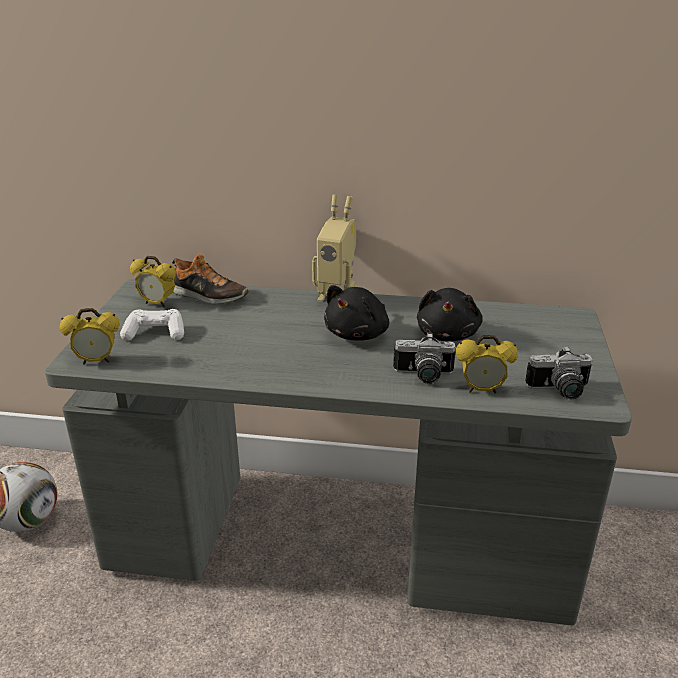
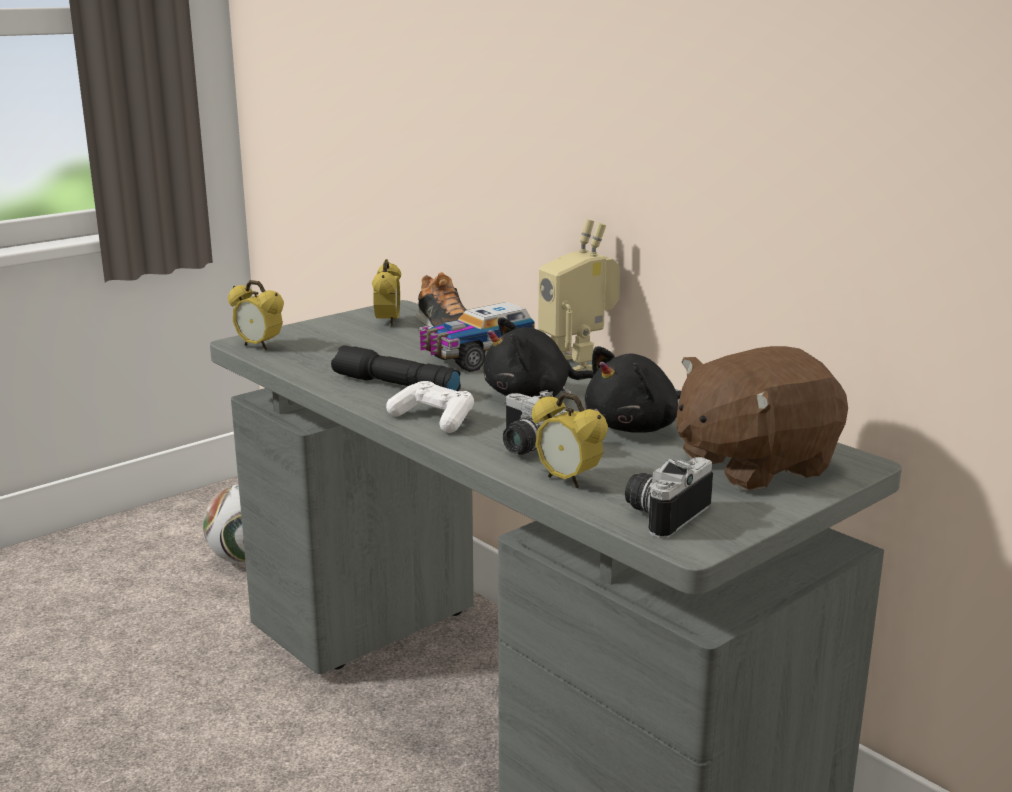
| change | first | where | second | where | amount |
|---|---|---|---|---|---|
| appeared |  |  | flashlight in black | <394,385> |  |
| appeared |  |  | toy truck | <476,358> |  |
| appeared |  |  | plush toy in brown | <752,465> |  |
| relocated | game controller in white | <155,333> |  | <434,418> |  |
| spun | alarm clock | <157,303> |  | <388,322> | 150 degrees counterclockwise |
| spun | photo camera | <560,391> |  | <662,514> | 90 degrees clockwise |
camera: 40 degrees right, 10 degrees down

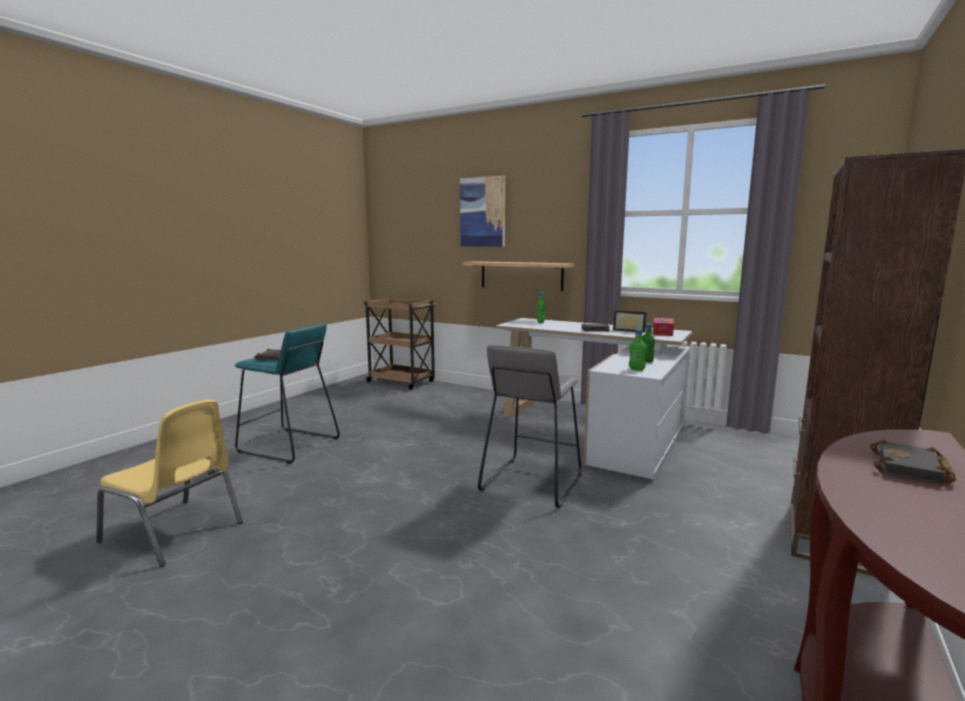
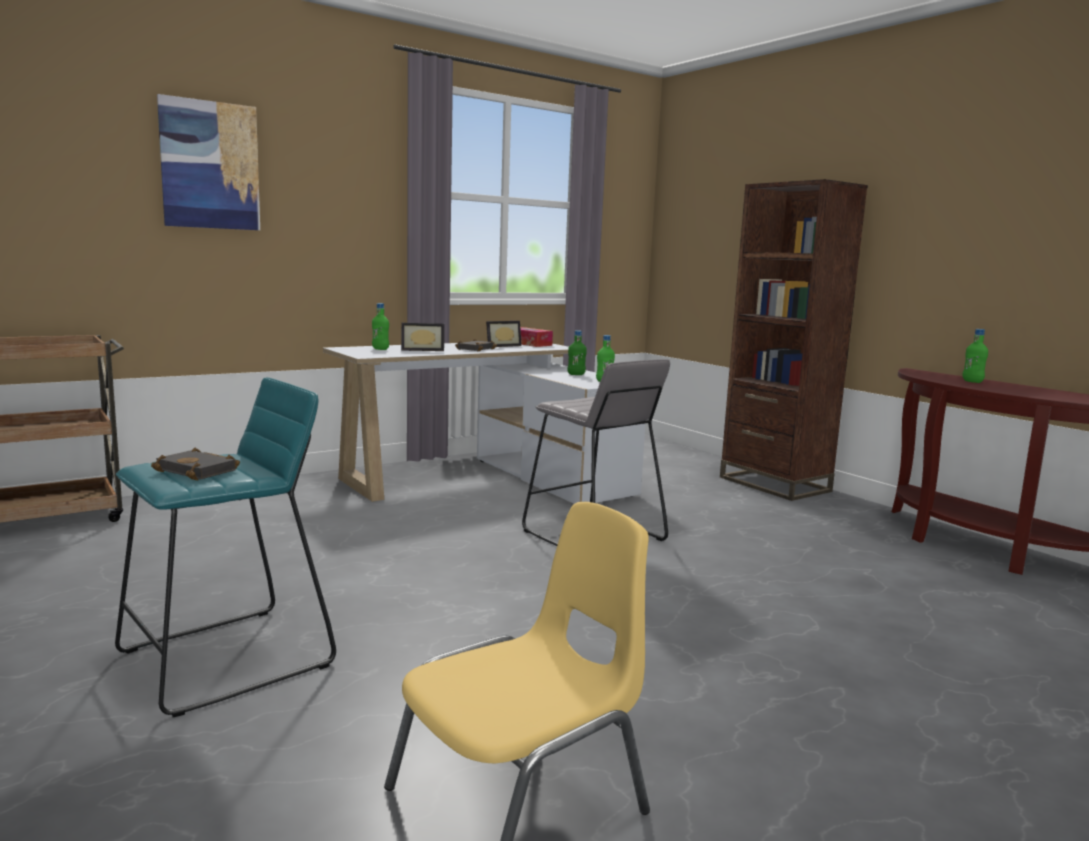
| change | first | where | second | where | amount |
|---|---|---|---|---|---|
| missing | shelf | <521,275> |  |  |  |
| appeared |  |  | picture frame | <422,350> |  |
| exchanged | book in black | <912,469> | bottle in green | <972,381> |  |
camera: 65 degrees left, 0 degrees up

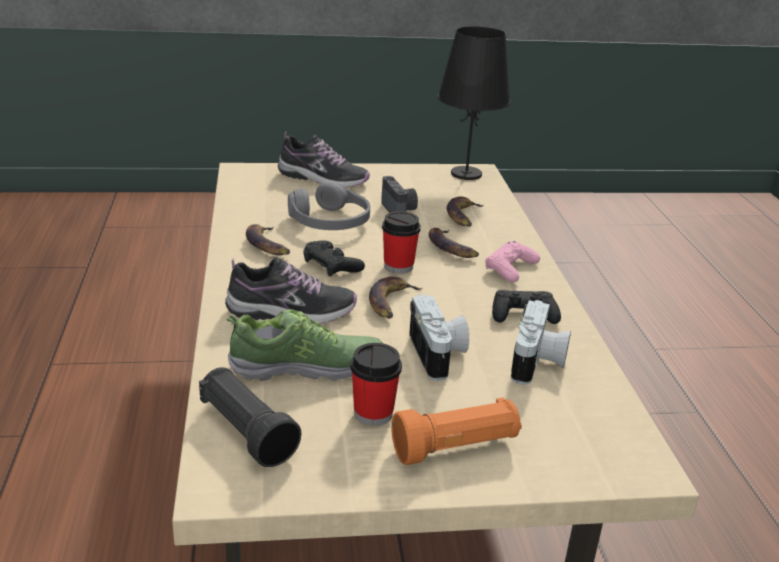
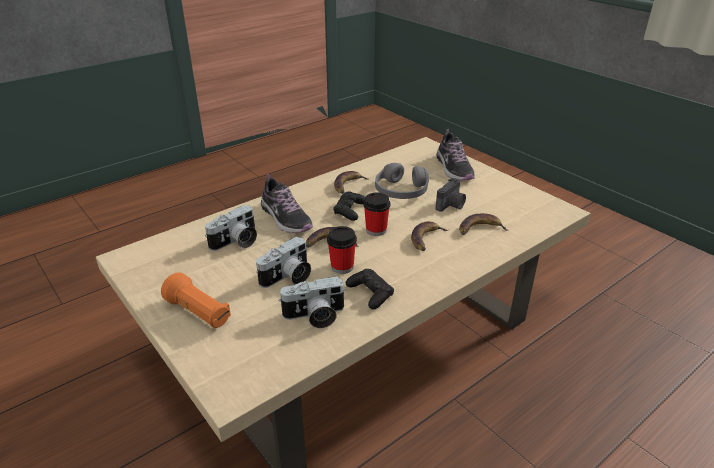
| change | first | where | second | where | amount |
|---|---|---|---|---|---|
| missing | flashlight in black | <246,432> |  |  |  |
| missing | table lamp in black | <466,174> |  |  |  |
| missing | game controller in pink | <510,268> |  |  |  |
| relocated | cup | <373,413> |  | <342,267> |  |
| exchanged | shoe | <306,367> | photo camera | <236,242> |  |
camera: 60 degrees right, 5 degrees up

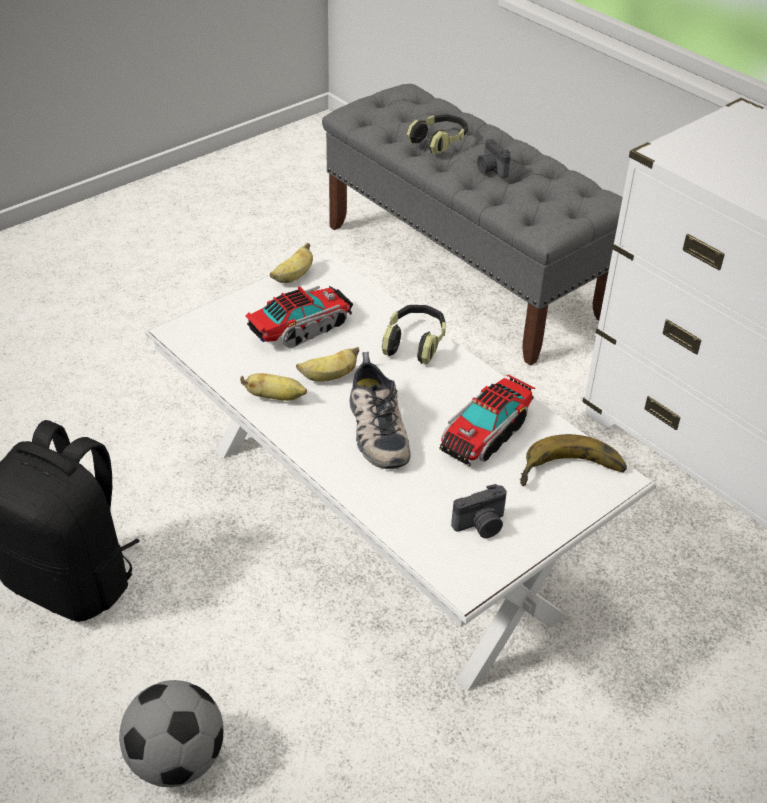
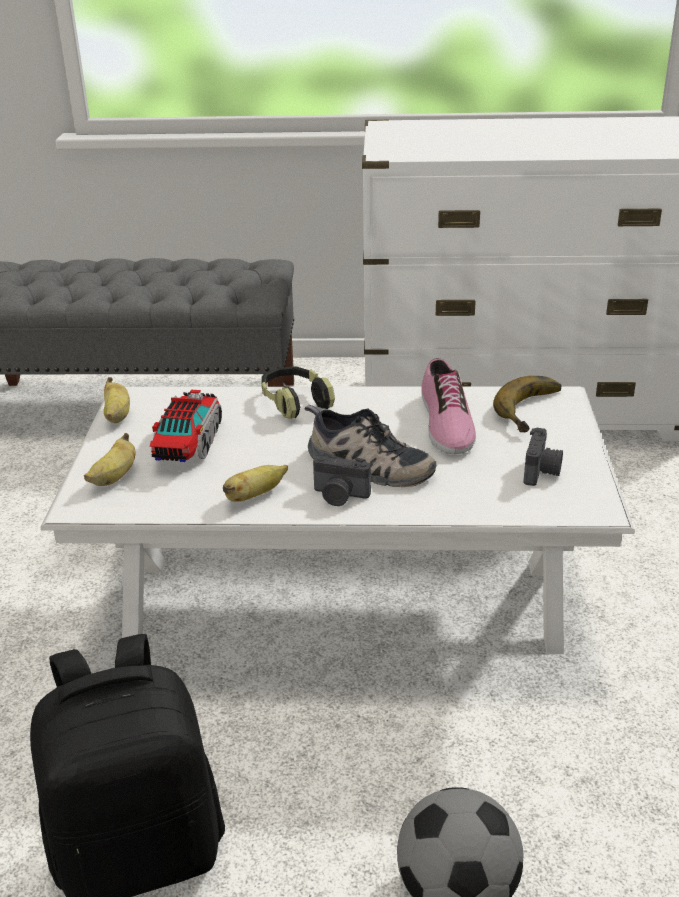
| change | first | where | second | where | amount |
|---|---|---|---|---|---|
| missing | headphones | <439,142> |  |  |  |
| relocated | banana | <328,377> |  | <114,477> |  |
| relocated | photo camera | <490,170> |  | <339,496> |  |
| exchanged | toy truck | <485,434> | shoe | <444,423> |  |
camera: 45 degrees left, 10 degrees down

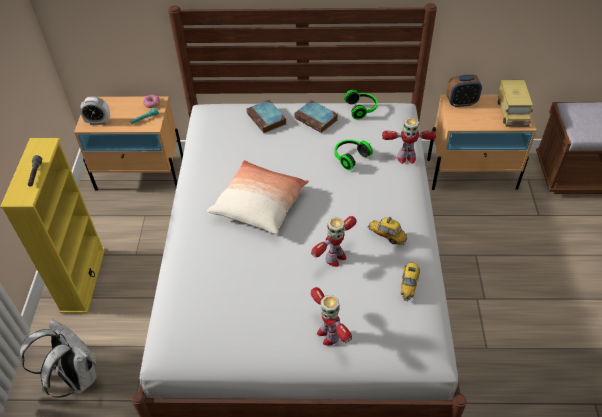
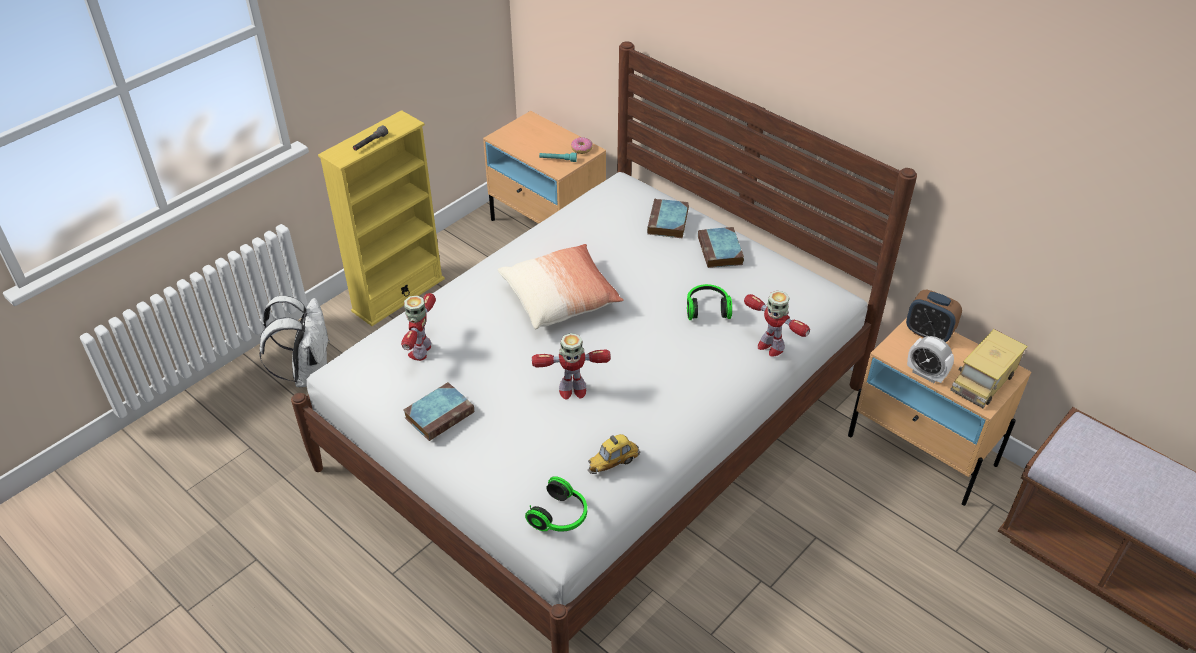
| change | first | where | second | where | amount |
|---|---|---|---|---|---|
| missing | toy car | <386,236> |  |  |  |
| appeared |  |  | book | <440,414> |  |
| relocated | alarm clock | <98,122> |  | <925,374> |  |
| relocated | toy robot | <328,334> |  | <421,350> |  |
| relocated | headphones | <361,109> |  | <561,516> |  |
camera: 40 degrees right, 5 degrees down

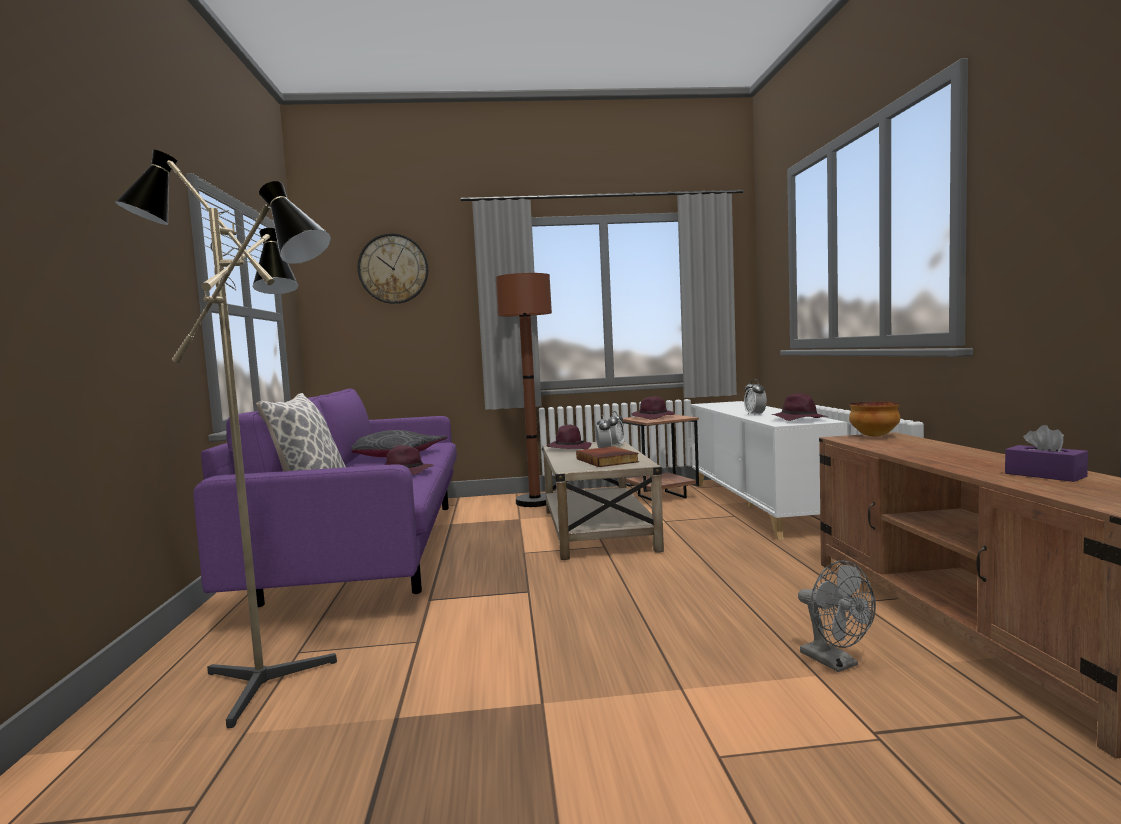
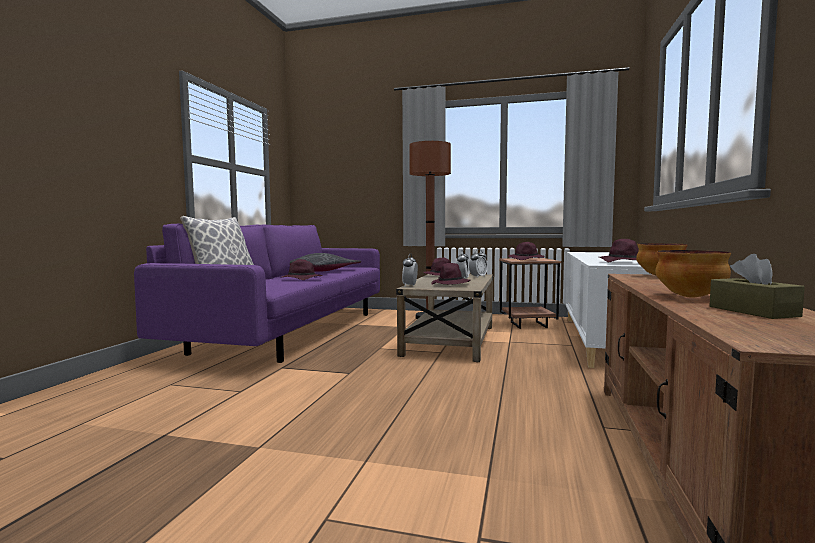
| change | first | where | second | where | amount |
|---|---|---|---|---|---|
| missing | floor lamp | <272,677> |  |  |  |
| missing | wall clock | <393,269> |  |  |  |
| missing | fan in grey | <835,663> |  |  |  |
| appeared |  |  | bowl | <691,297> |  |
| relocated | alarm clock | <755,415> |  | <410,286> |  |
| exchanged | book | <608,460> | hat in purple | <451,284> |  |
| colour | tissue box in purple | <1045,475> | tissue box in brown | <752,311> |  |
camera: 20 degrees right, 0 degrees up

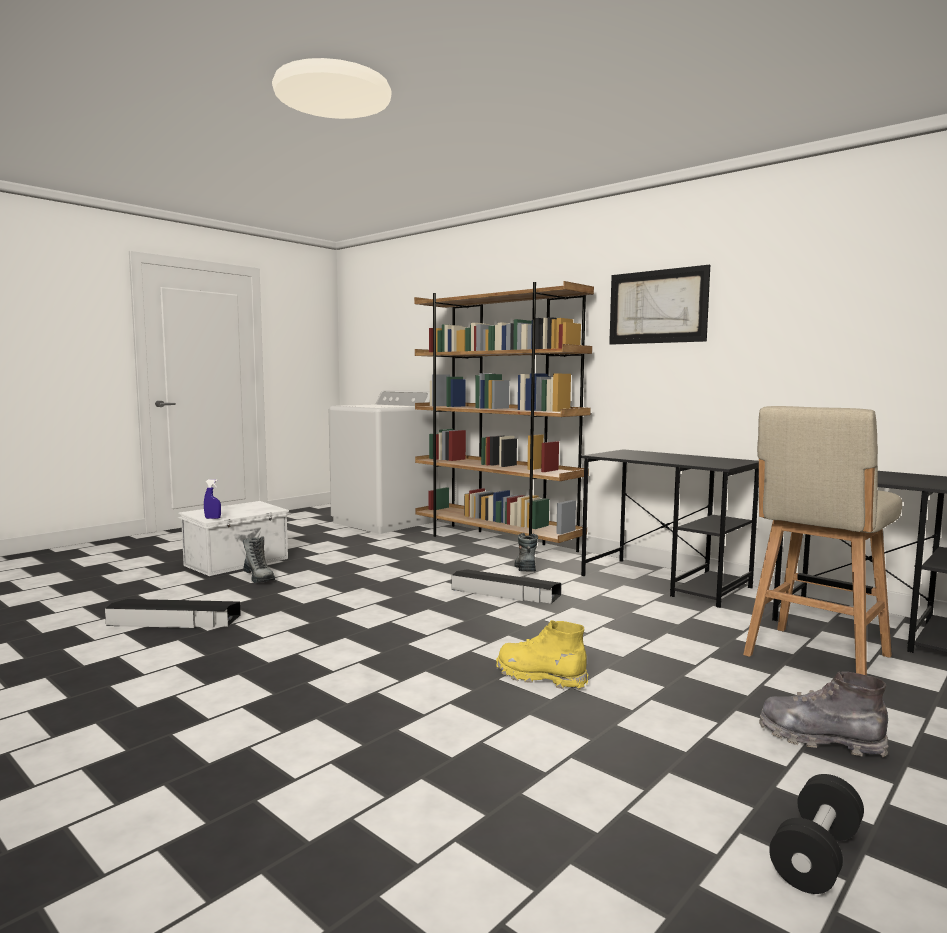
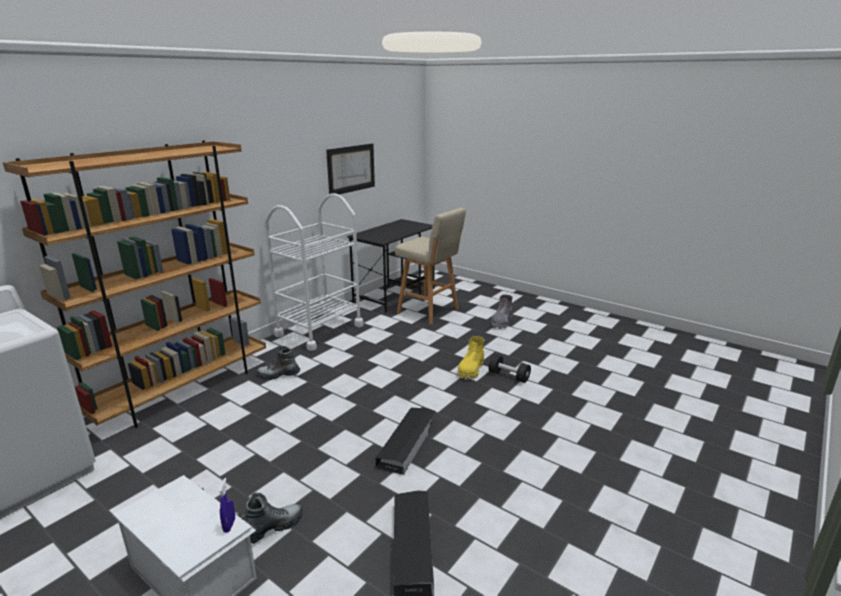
| change | first | where | second | where | amount |
|---|---|---|---|---|---|
| relocated | storage box in black | <506,593> |  | <407,443> |  |
| relocated | picture | <657,306> |  | <351,169> |  |
| relocated | dumbbell in black | <816,856> |  | <508,376> |  |
| exchanged | desk in black | <665,582> | cart in white | <319,330> |  |
camera: 95 degrees left, 15 degrees up

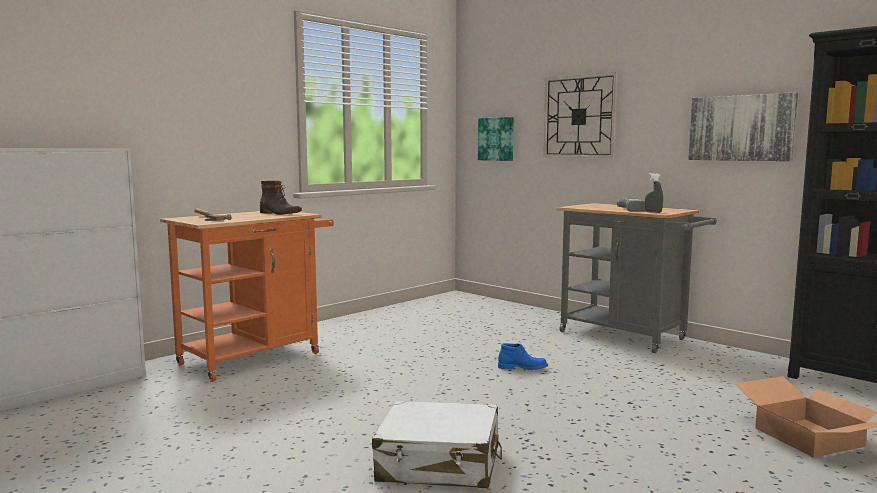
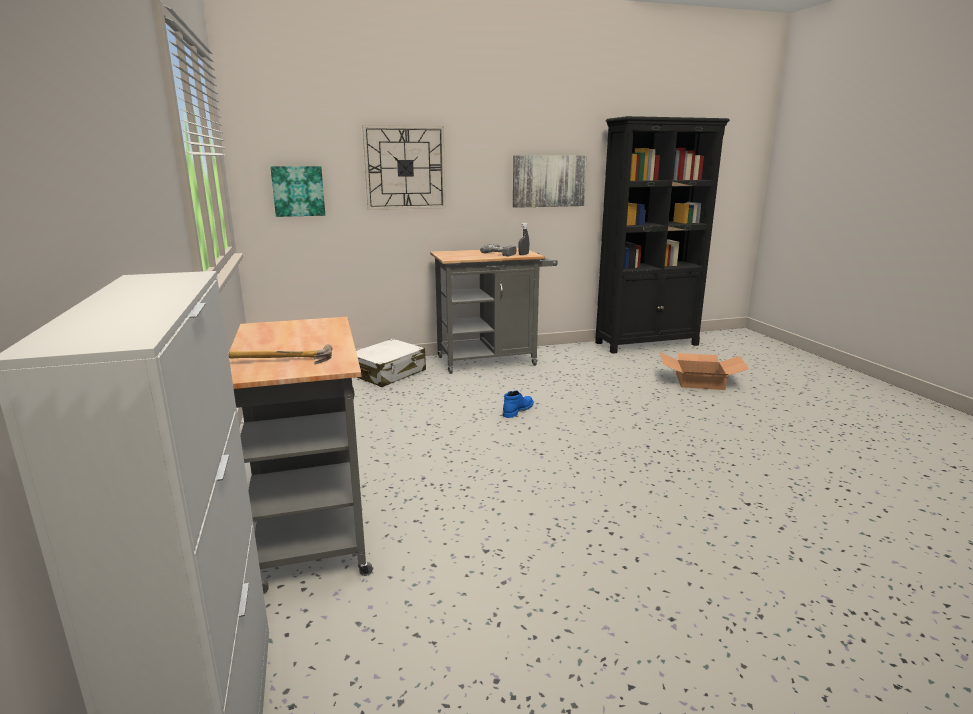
| change | first | where | second | where | amount |
|---|---|---|---|---|---|
| missing | boot | <279,213> |  |  |  |
| relocated | suitcase in white | <439,464> |  | <388,373> |  |
| colour | cart in orange | <257,356> | cart in grey | <311,525> |  |
camera: 60 degrees left, 10 degrees up

